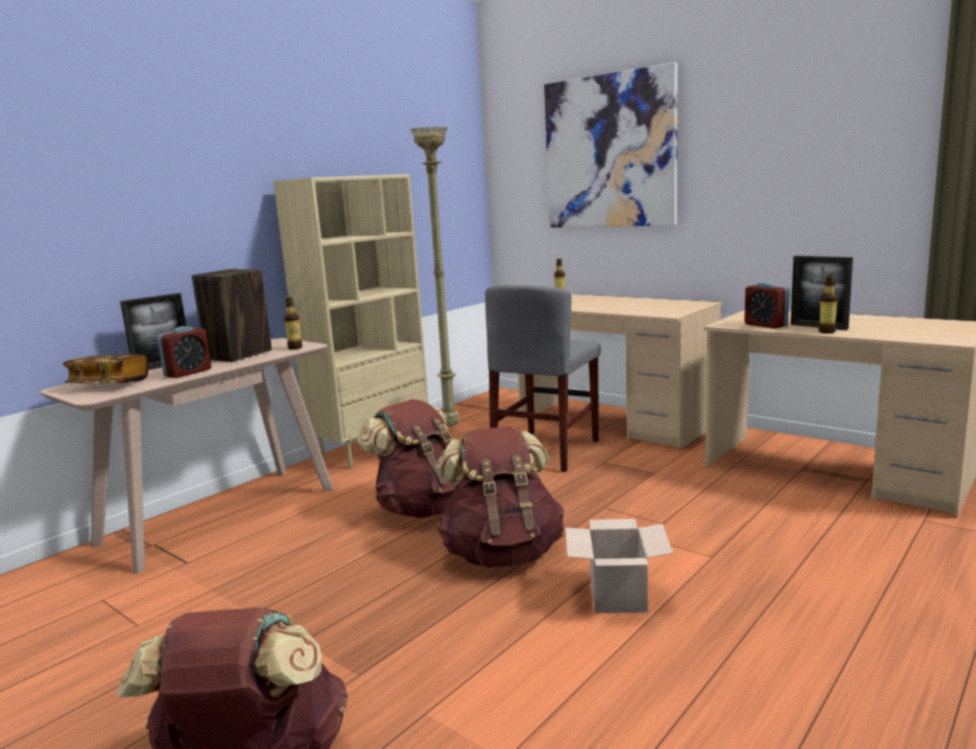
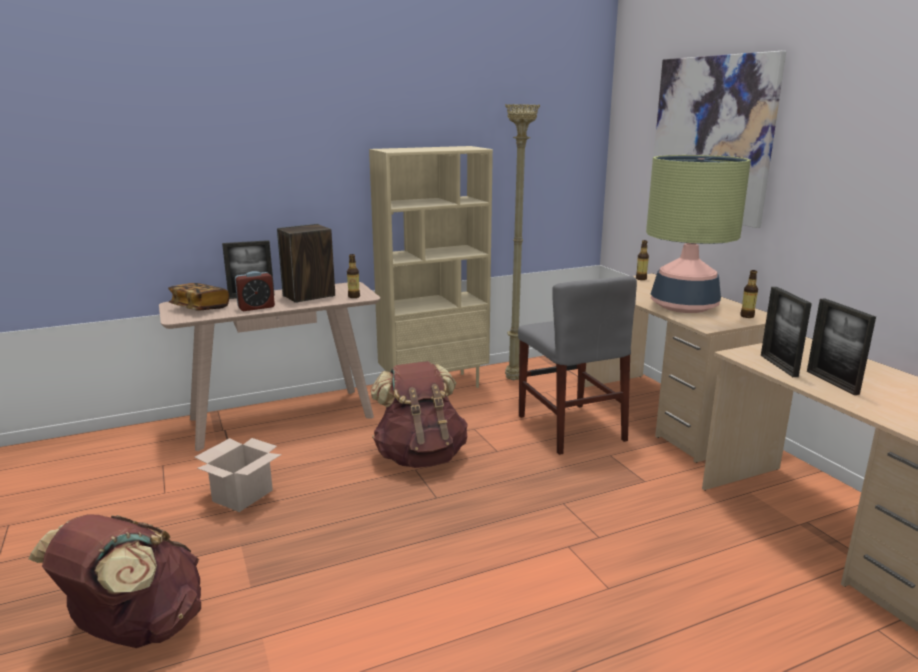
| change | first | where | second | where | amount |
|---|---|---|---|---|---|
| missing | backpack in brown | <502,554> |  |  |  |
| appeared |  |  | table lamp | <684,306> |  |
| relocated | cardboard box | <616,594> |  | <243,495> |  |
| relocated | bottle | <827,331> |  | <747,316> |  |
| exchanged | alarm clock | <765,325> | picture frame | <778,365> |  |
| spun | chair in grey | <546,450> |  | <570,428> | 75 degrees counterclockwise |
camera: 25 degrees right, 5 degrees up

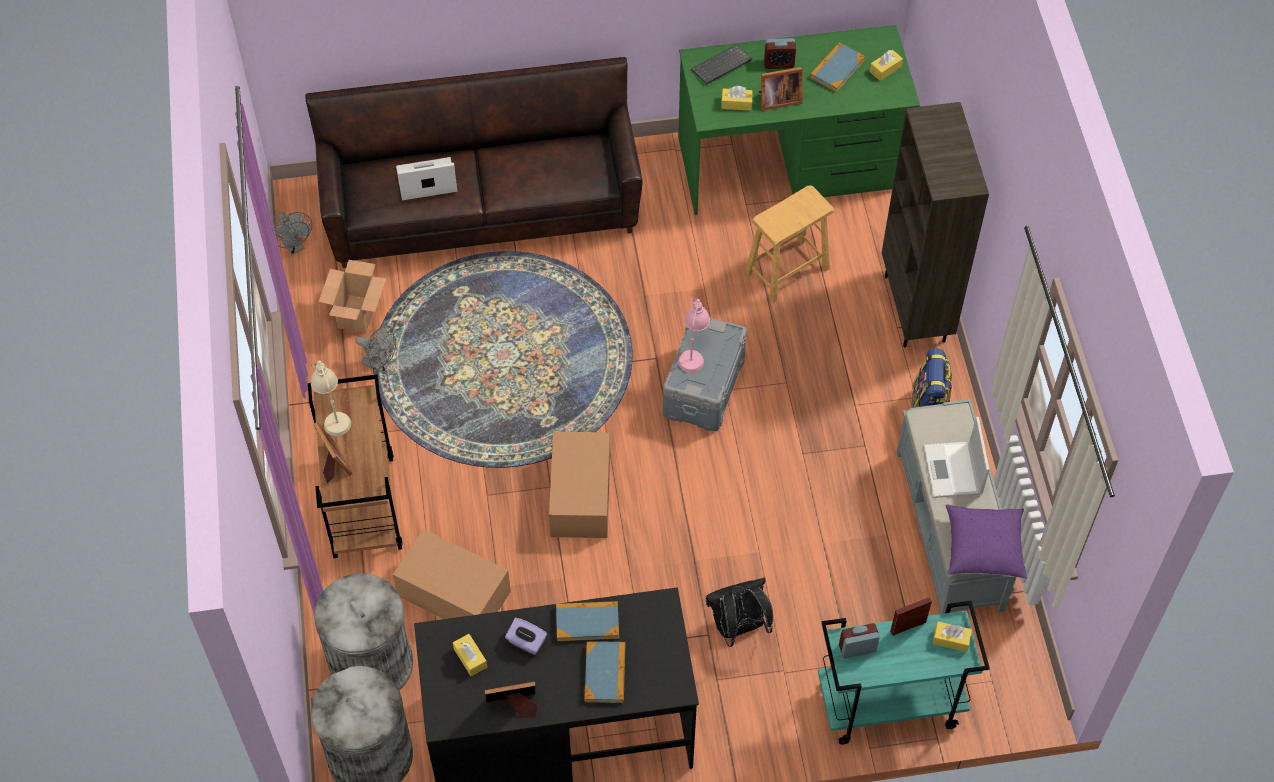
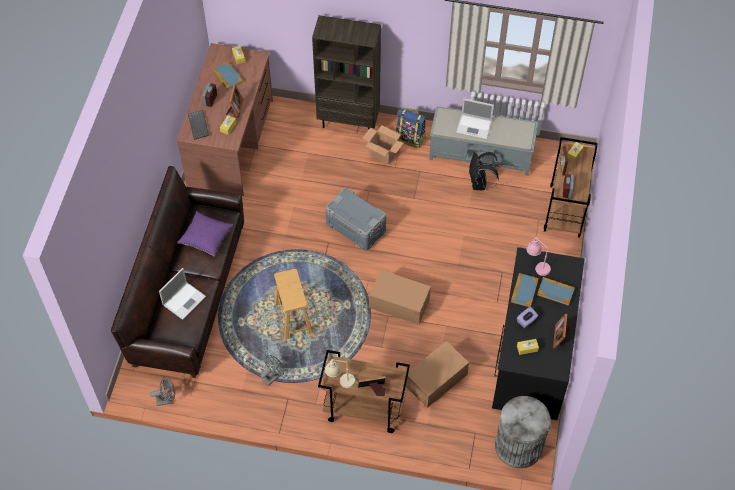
| change | first | where | second | where | amount |
|---|---|---|---|---|---|
| missing | trash can in grey | <372,664> |  |  |  |
| relocated | cardboard box | <357,313> |  | <382,154> |  |
| relocated | table lamp in pink | <693,352> |  | <536,266> |  |
| relocated | backpack in black | <738,628> |  | <480,183> |  |
| relocated | stool in brown | <787,270> |  | <293,318> |  |
| relocated | pillow in purple | <983,549> |  | <206,238> |  |
| colour | desk in green | <790,164> | desk in brown | <231,142> |  |
| colour | cart in turquoise | <888,705> | cart in brown | <565,211> |  |
| spun | laptop | <425,180> |  | <184,300> | 150 degrees counterclockwise |
camera: 70 degrees left, 0 degrees up

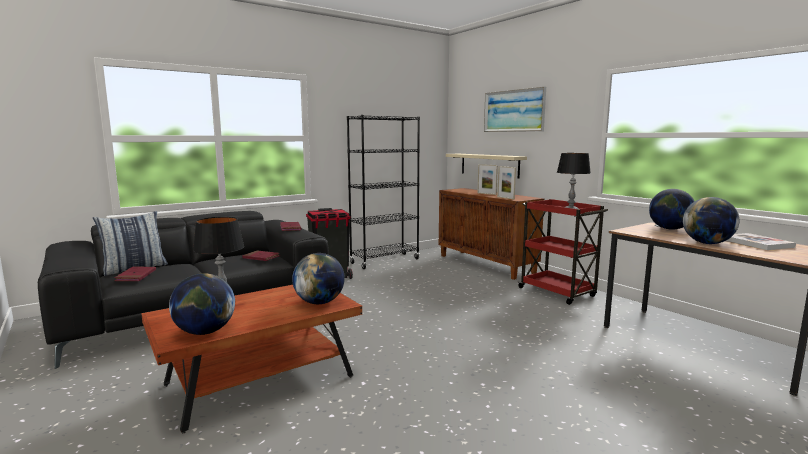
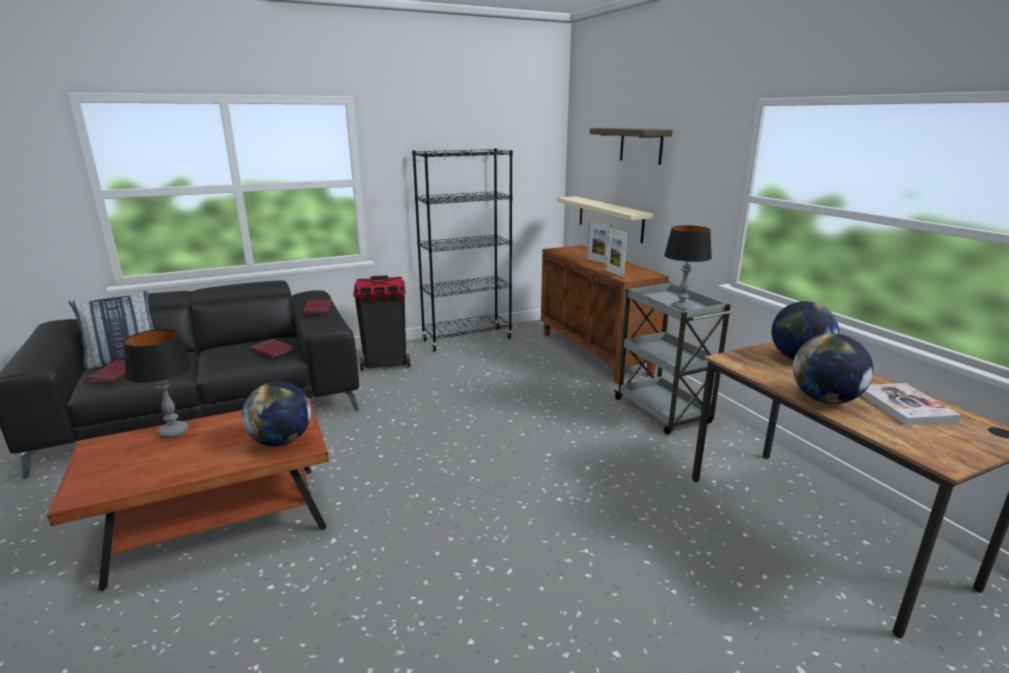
| change | first | where | second | where | amount |
|---|---|---|---|---|---|
| missing | globe | <205,332> |  |  |  |
| exchanged | picture | <514,111> | shelf | <641,145> |  |
| colour | cart in red | <557,292> | cart in grey | <663,412> |  |
camera: 10 degrees right, 10 degrees up

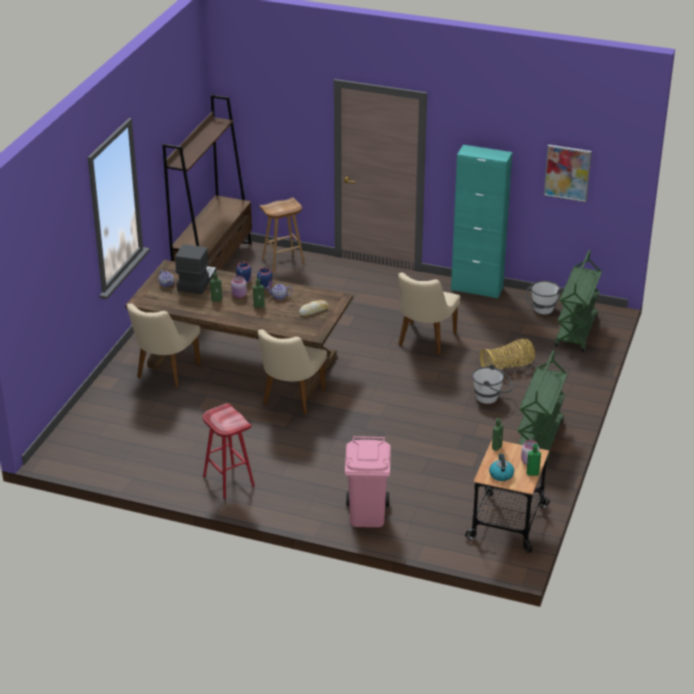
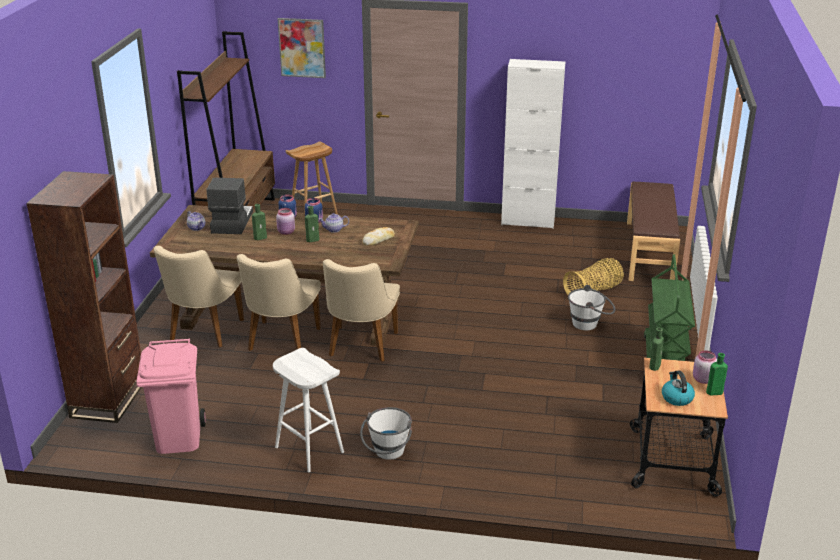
| change | first | where | second | where | amount |
|---|---|---|---|---|---|
| appeared |  |  | bookcase in brown | <109,399> |  |
| relocated | trash can in pink | <366,515> |  | <177,438> |  |
| relocated | chair in beige | <424,341> |  | <280,342> |  |
| relocated | bucket in white | <542,311> |  | <387,454> |  |
| relocated | picture | <567,173> |  | <302,48> |  |
| exchanged | cart in green | <576,332> | bench in brown | <650,252> |  |
| colour | stool in red | <228,481> | stool in white | <308,449> |  |
| colour | cabinet in turquoise | <477,289> | cabinet in white | <528,221> |  |
camera: 10 degrees left, 5 degrees down

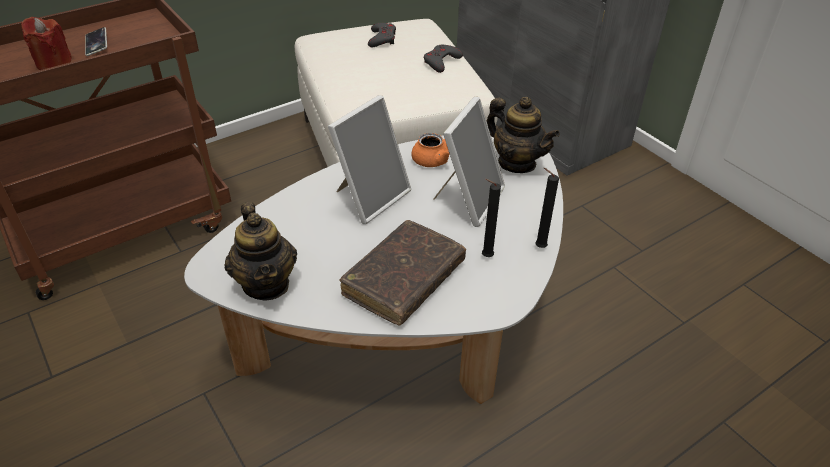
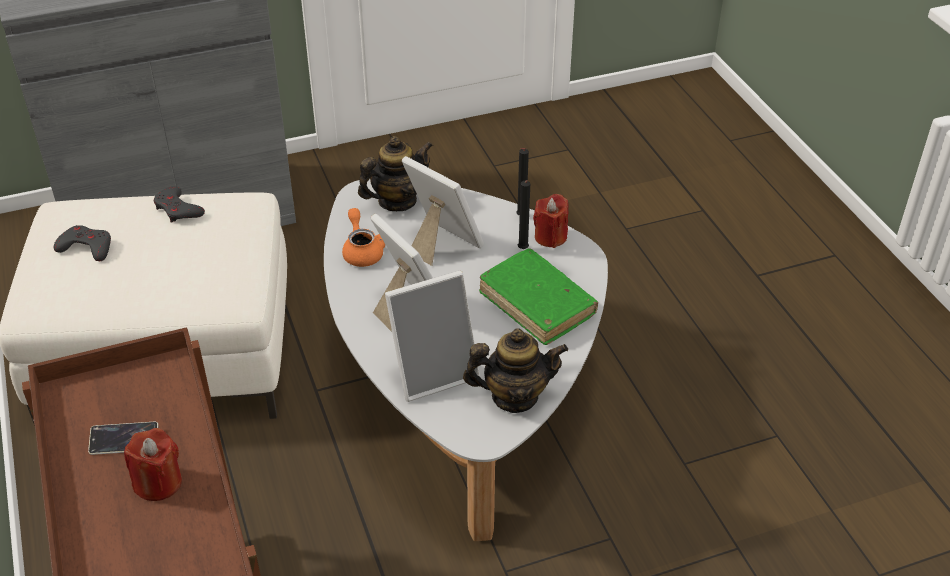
| change | first | where | second | where | amount |
|---|---|---|---|---|---|
| appeared |  |  | picture frame | <433,371> |  |
| appeared |  |  | candle in red | <550,237> |  |
| colour | book in brown | <404,280> | book in green | <537,304> |  |
camera: 75 degrees left, 0 degrees up

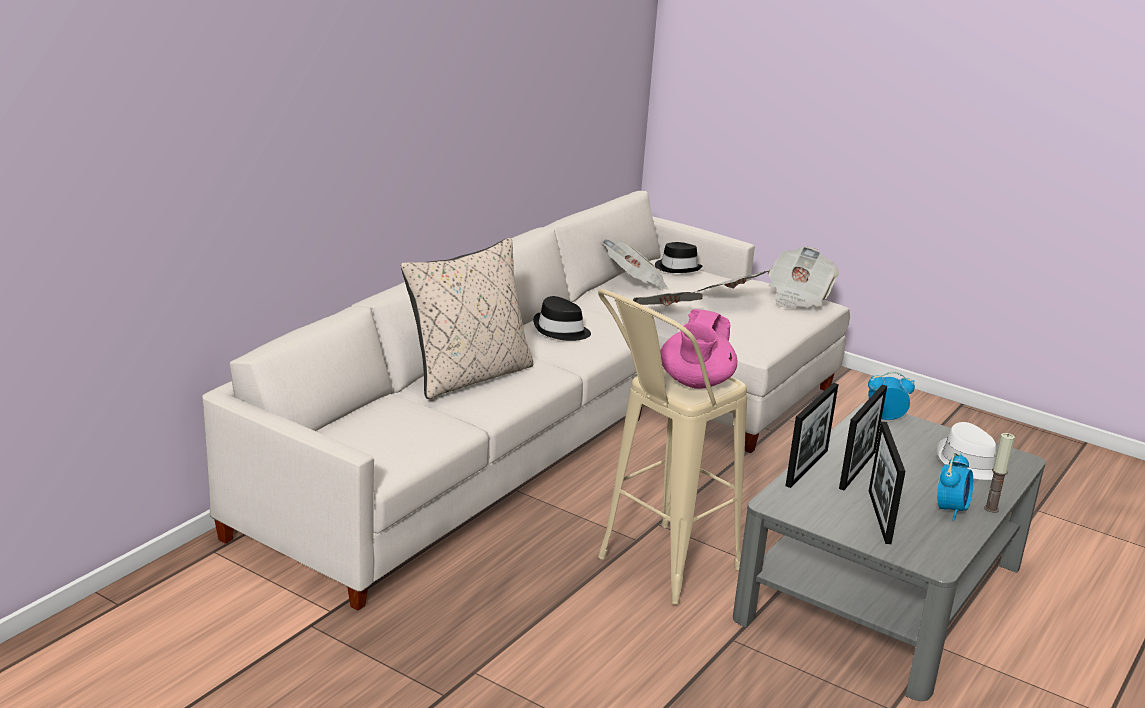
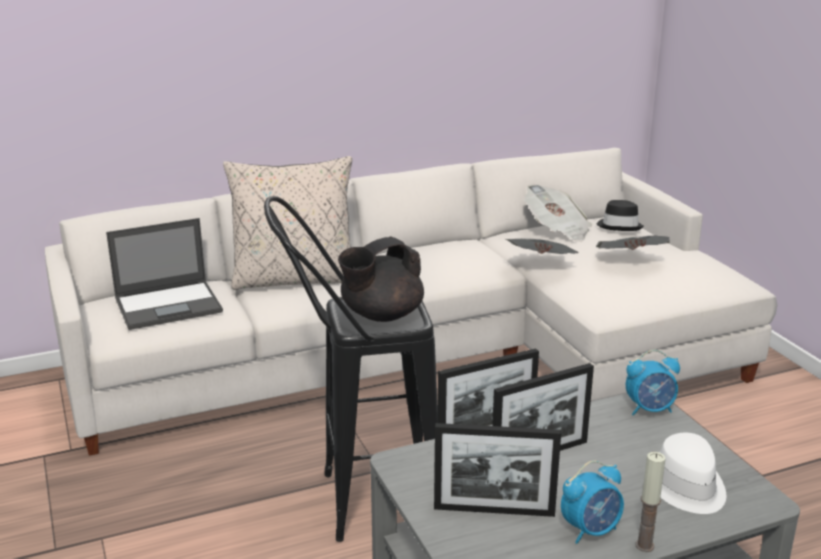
| change | first | where | second | where | amount |
|---|---|---|---|---|---|
| missing | hat in black | <561,330> |  |  |  |
| missing | newspaper | <798,297> |  |  |  |
| appeared |  |  | laptop | <170,305> |  |
| colour | stool in beige | <654,571> | stool in black | <359,503> |  |
| colour | teapot in pink | <695,383> | teapot in black | <381,315> |  |
| spun | alarm clock | <884,417> |  | <650,409> | 135 degrees clockwise |
| spun | picture frame | <879,516> |  | <494,510> | 120 degrees counterclockwise |
camera: 35 degrees right, 0 degrees up

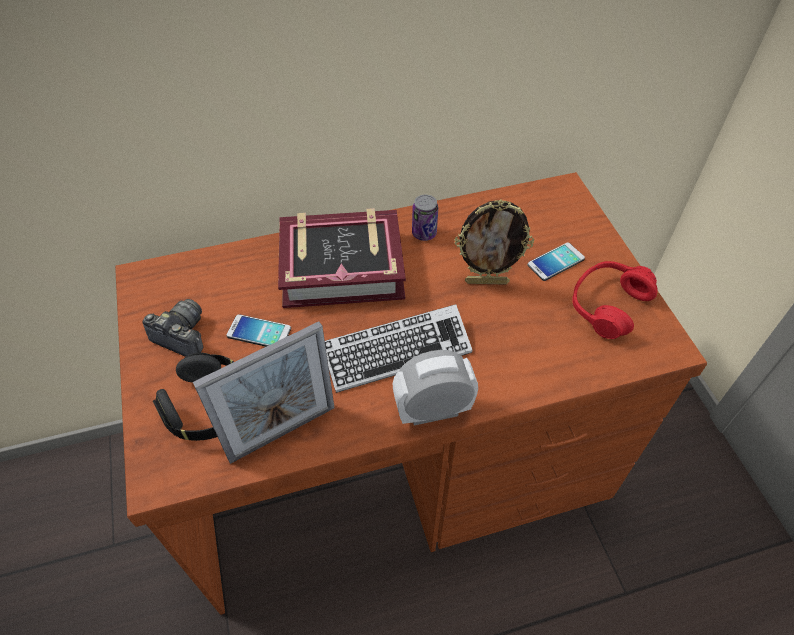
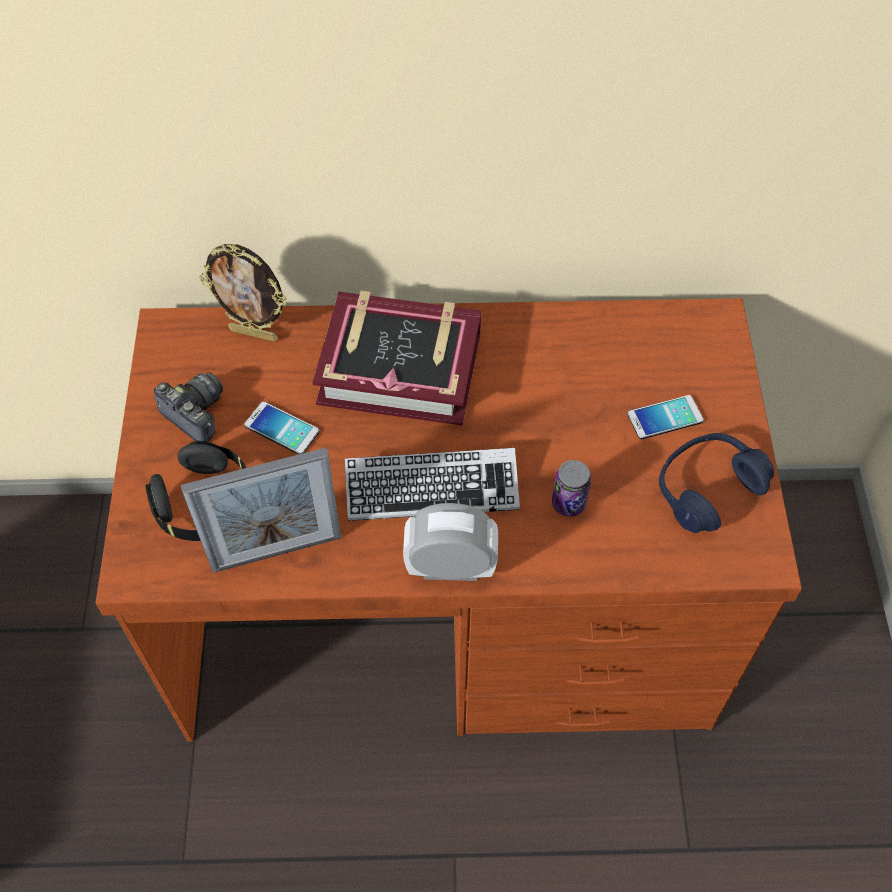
| change | first | where | second | where | amount |
|---|---|---|---|---|---|
| relocated | can | <424,233> |  | <568,503> |  |
| relocated | picture frame | <487,281> |  | <254,333> |  |
| colour | headphones in red | <607,305> | headphones in blue | <707,488> |  |
camera: 15 degrees right, 5 degrees up

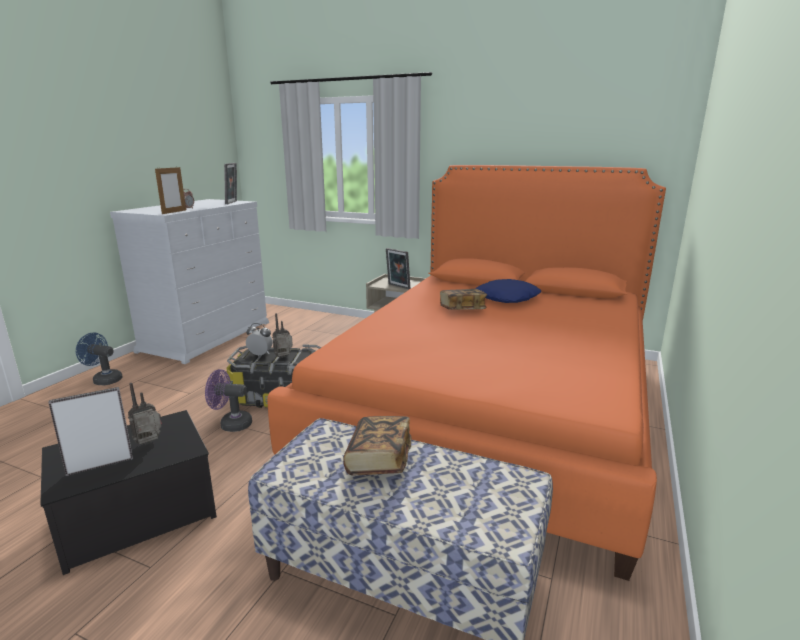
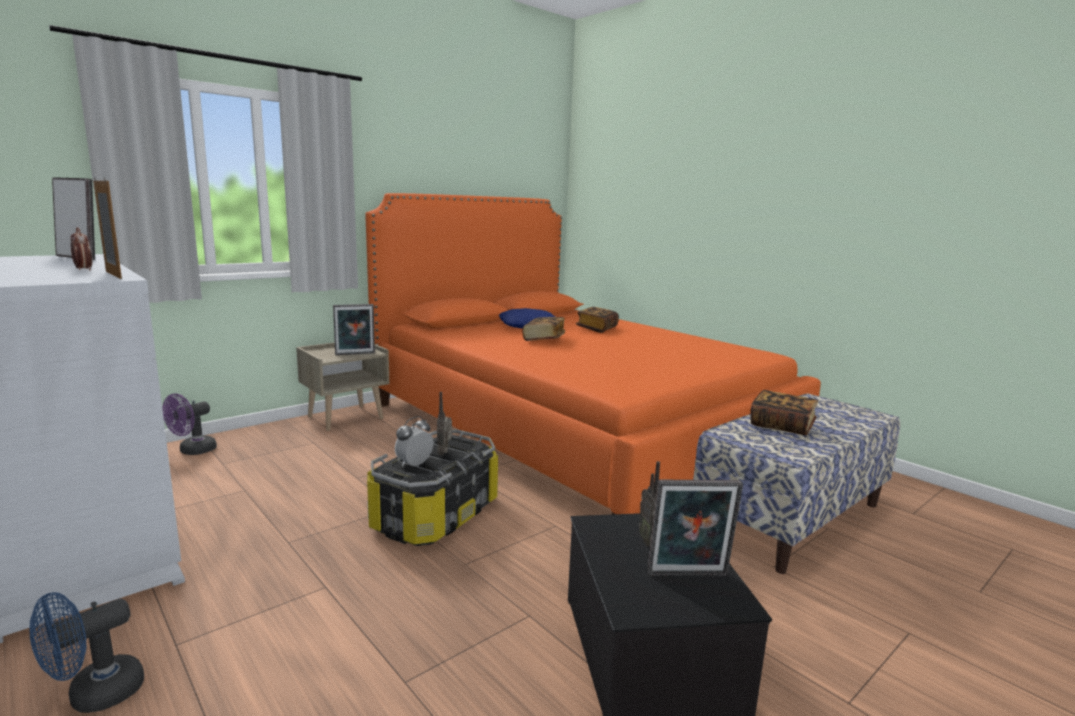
| change | first | where | second | where | amount |
|---|---|---|---|---|---|
| appeared |  |  | book | <597,328> |  |
| relocated | fan in purple | <231,424> |  | <192,451> |  |
| spun | picture frame | <100,464> |  | <688,577> | 90 degrees counterclockwise |
camera: 65 degrees left, 5 degrees down

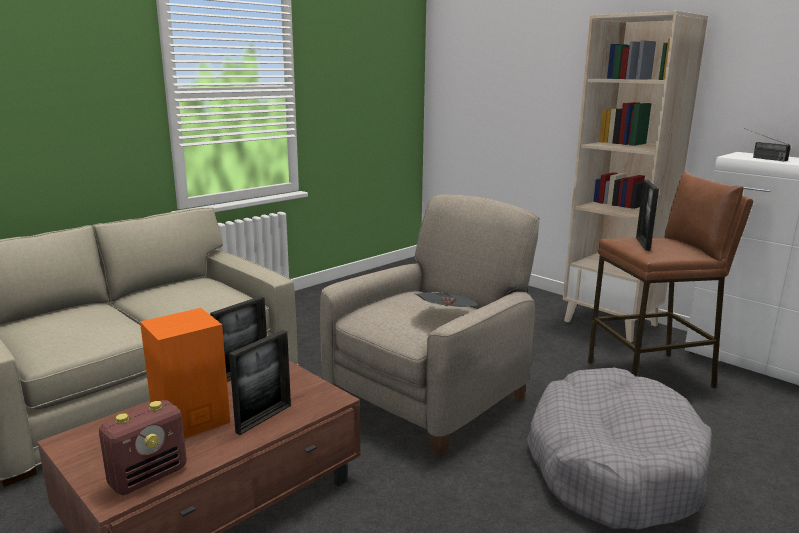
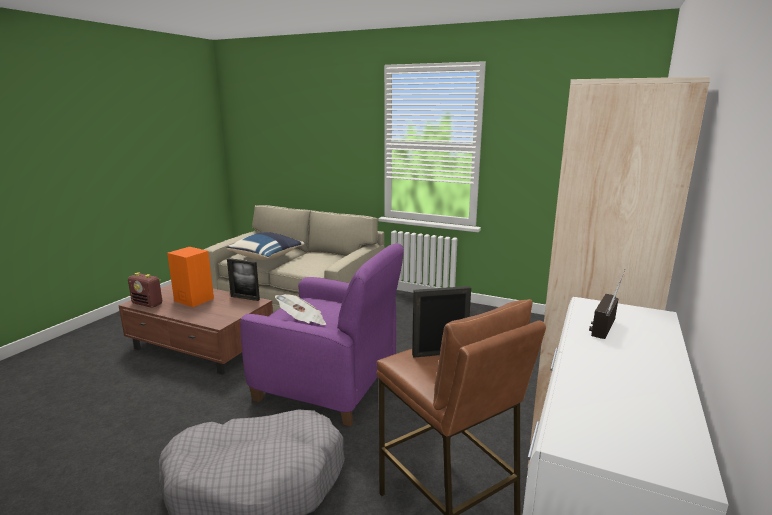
| change | first | where | second | where | amount |
|---|---|---|---|---|---|
| missing | picture frame | <264,418> |  |  |  |
| appeared |  |  | pillow in blue | <267,257> |  |
| colour | armchair in beige | <429,397> | armchair in purple | <329,383> |  |
camera: 70 degrees right, 0 degrees up

